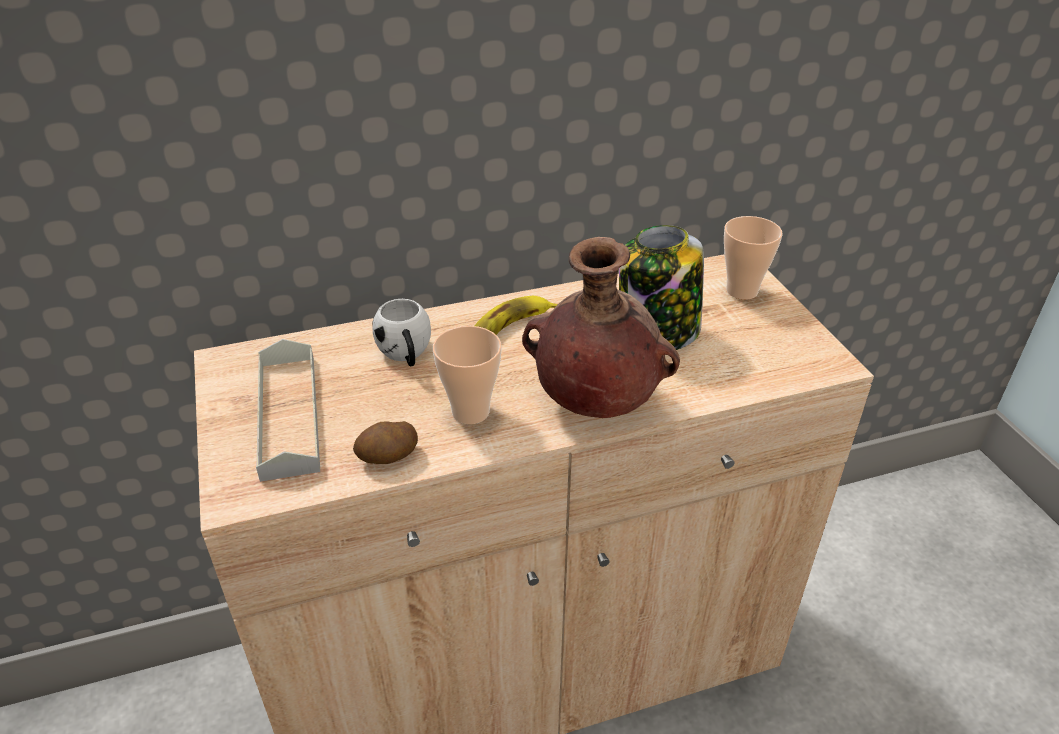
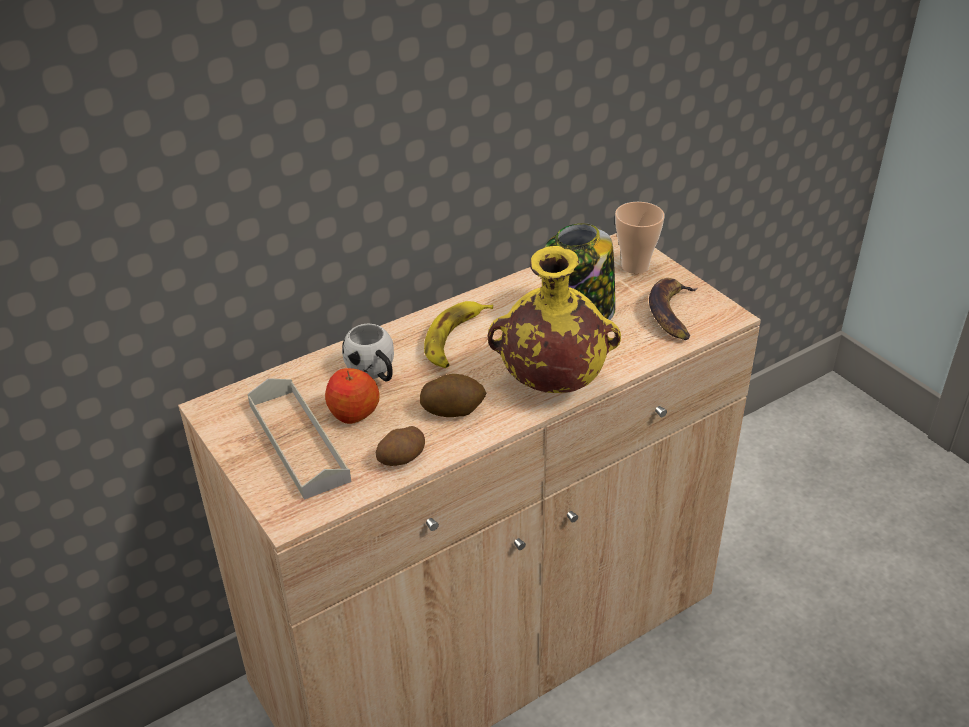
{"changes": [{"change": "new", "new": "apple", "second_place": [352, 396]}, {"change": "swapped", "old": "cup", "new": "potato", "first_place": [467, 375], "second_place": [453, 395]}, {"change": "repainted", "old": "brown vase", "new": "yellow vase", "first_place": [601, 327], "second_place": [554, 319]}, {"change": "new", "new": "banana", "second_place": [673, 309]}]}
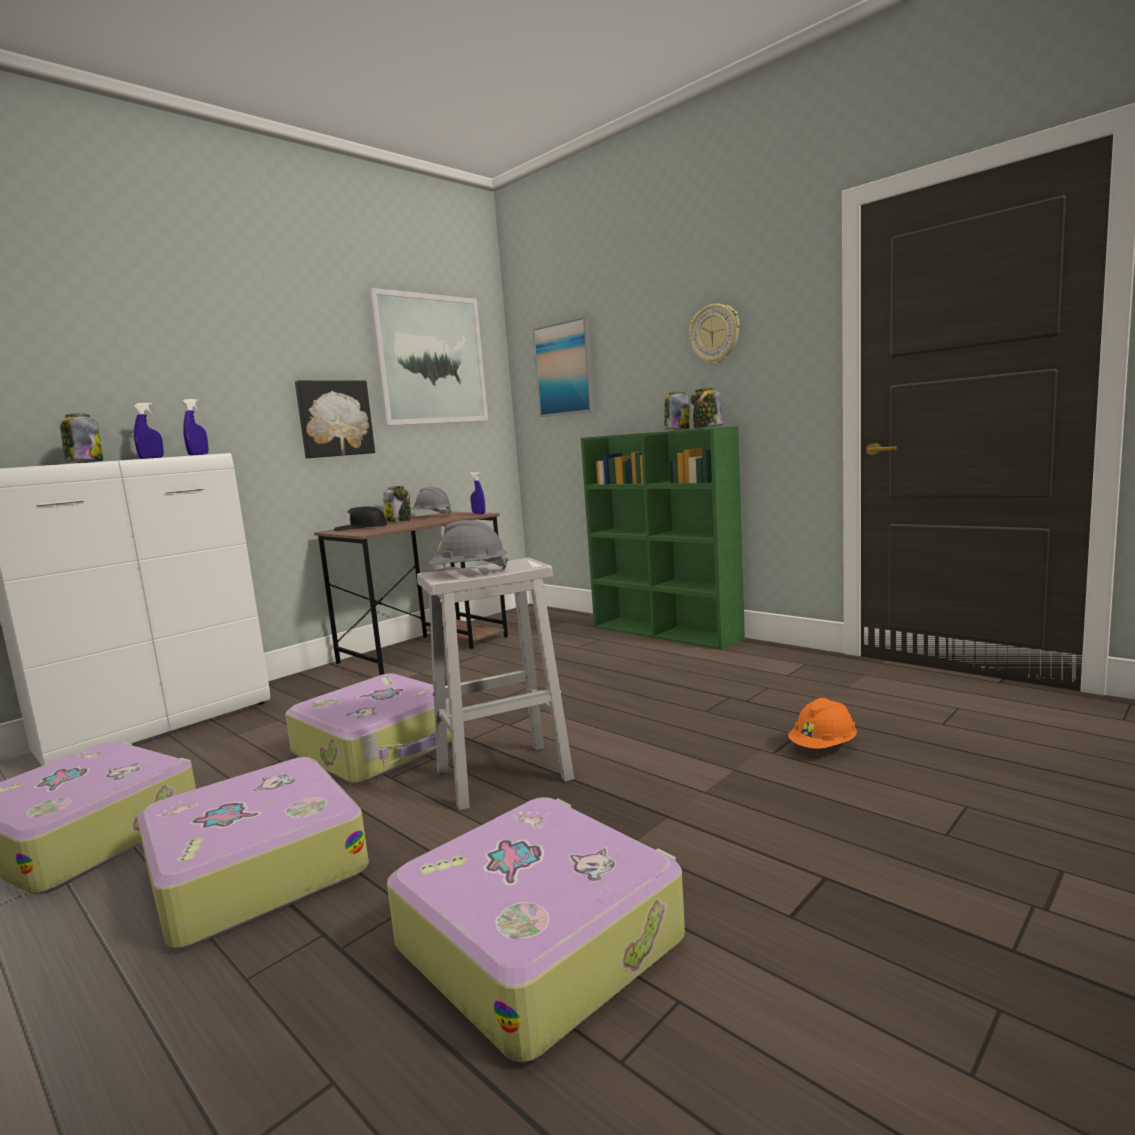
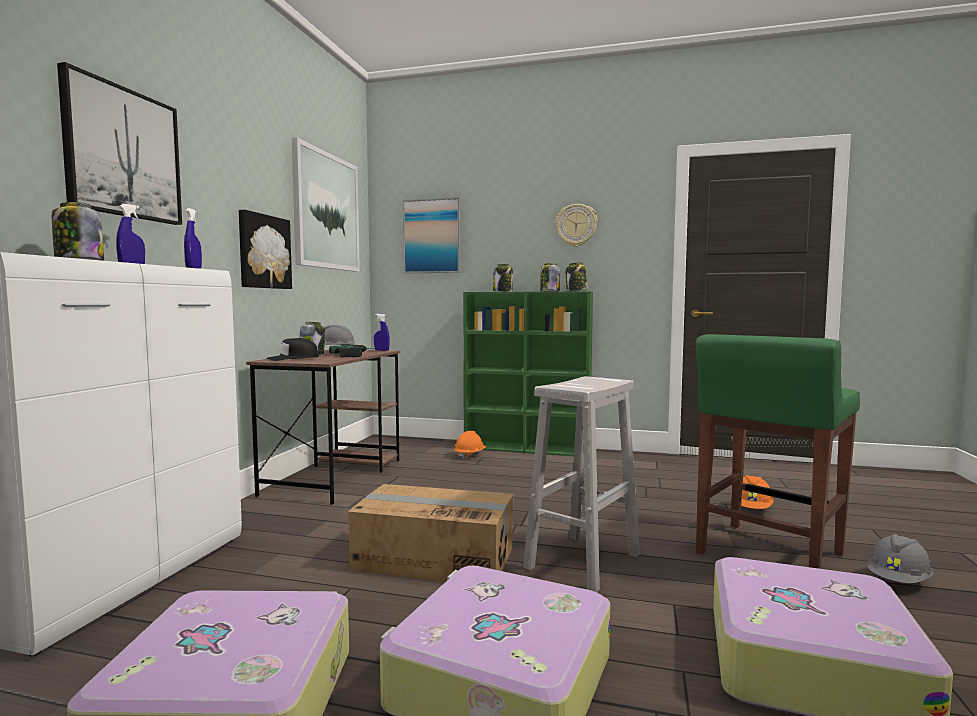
{"changes": [{"change": "new", "new": "picture", "second_place": [119, 143]}, {"change": "new", "new": "power drill", "second_place": [351, 351]}, {"change": "swapped", "old": "suitcase", "new": "cardboard box", "first_place": [368, 729], "second_place": [430, 533]}, {"change": "new", "new": "orange hard hat", "second_place": [470, 445]}, {"change": "new", "new": "jar", "second_place": [503, 278]}, {"change": "new", "new": "green stool", "second_place": [778, 451]}, {"change": "shifted", "old": "grey hard hat", "first_place": [468, 544], "second_place": [900, 559]}]}
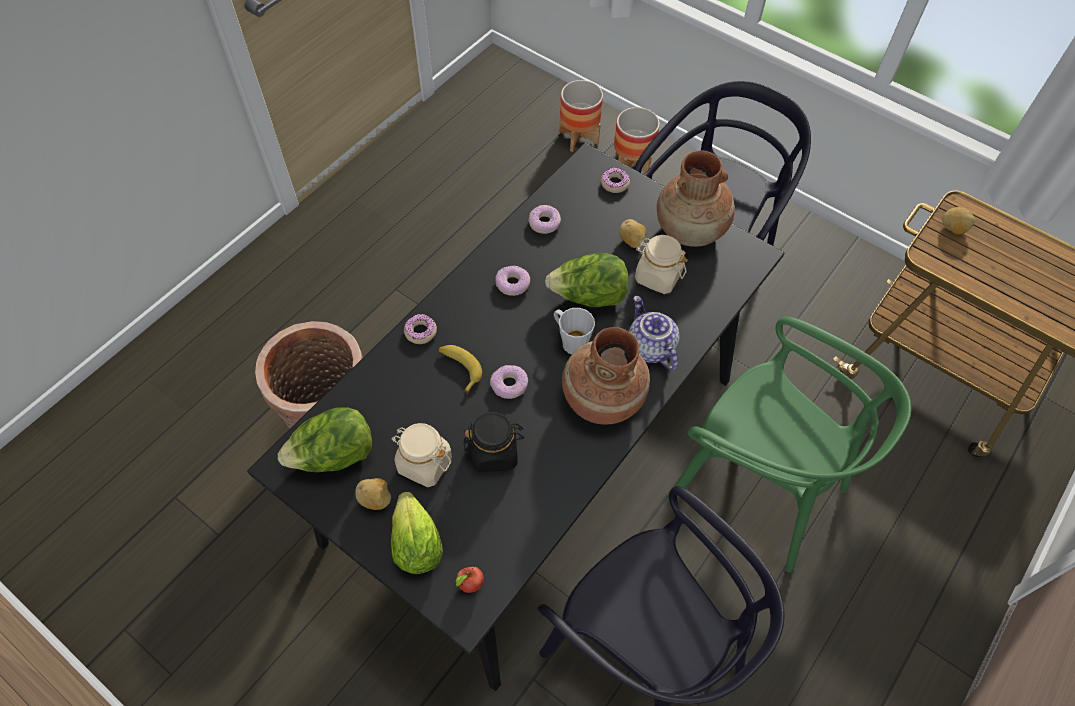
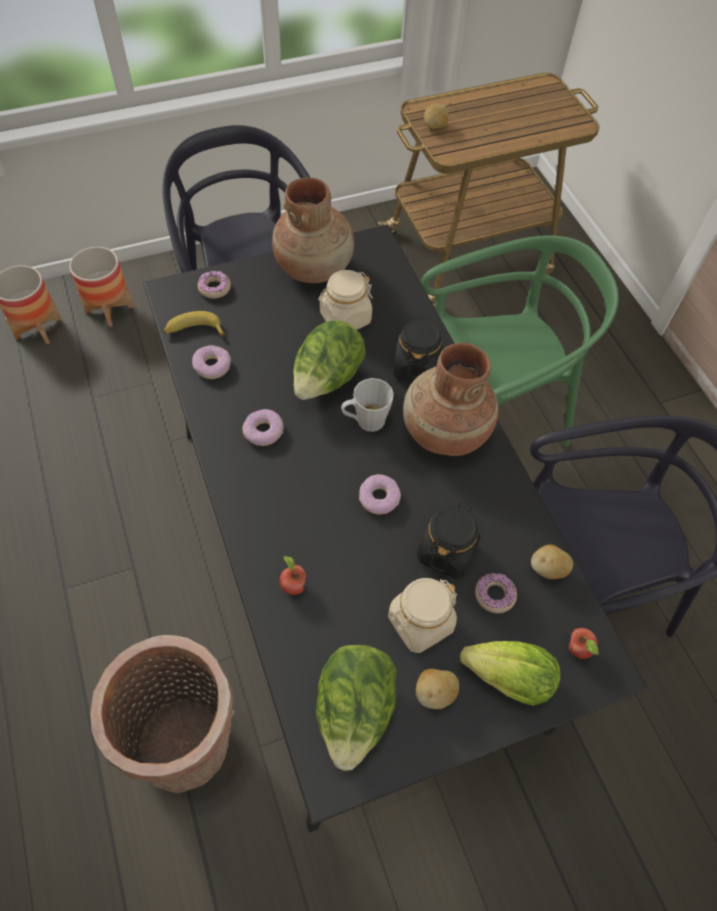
{"changes": [{"change": "shifted", "old": "banana", "first_place": [460, 369], "second_place": [194, 324]}, {"change": "new", "new": "apple", "second_place": [293, 575]}, {"change": "swapped", "old": "teapot", "new": "black jar", "first_place": [654, 333], "second_place": [417, 349]}, {"change": "shifted", "old": "donut", "first_place": [420, 329], "second_place": [496, 593]}, {"change": "shifted", "old": "potato", "first_place": [632, 233], "second_place": [552, 561]}]}
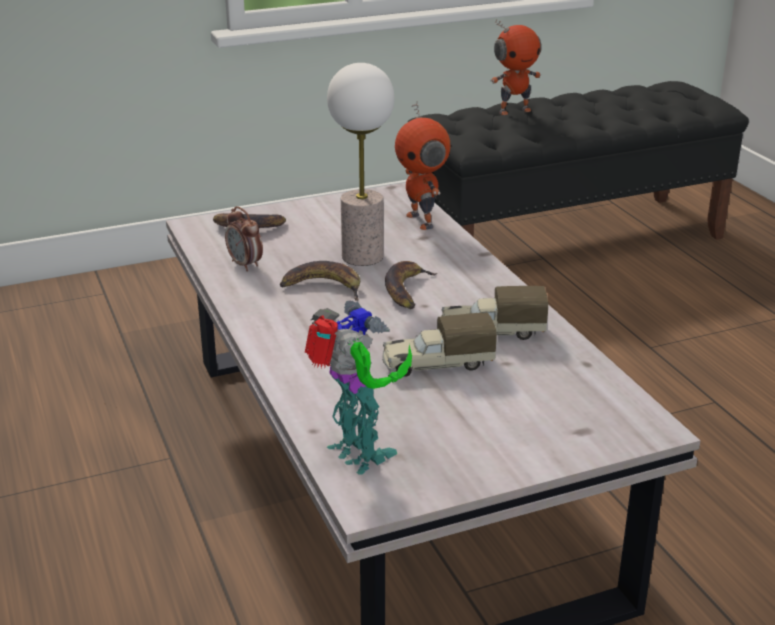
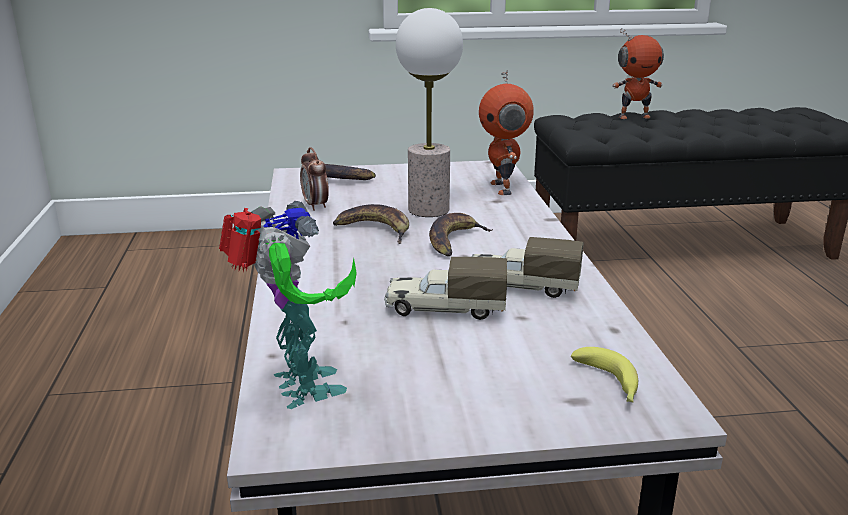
{"changes": [{"change": "new", "new": "banana", "second_place": [604, 375]}]}
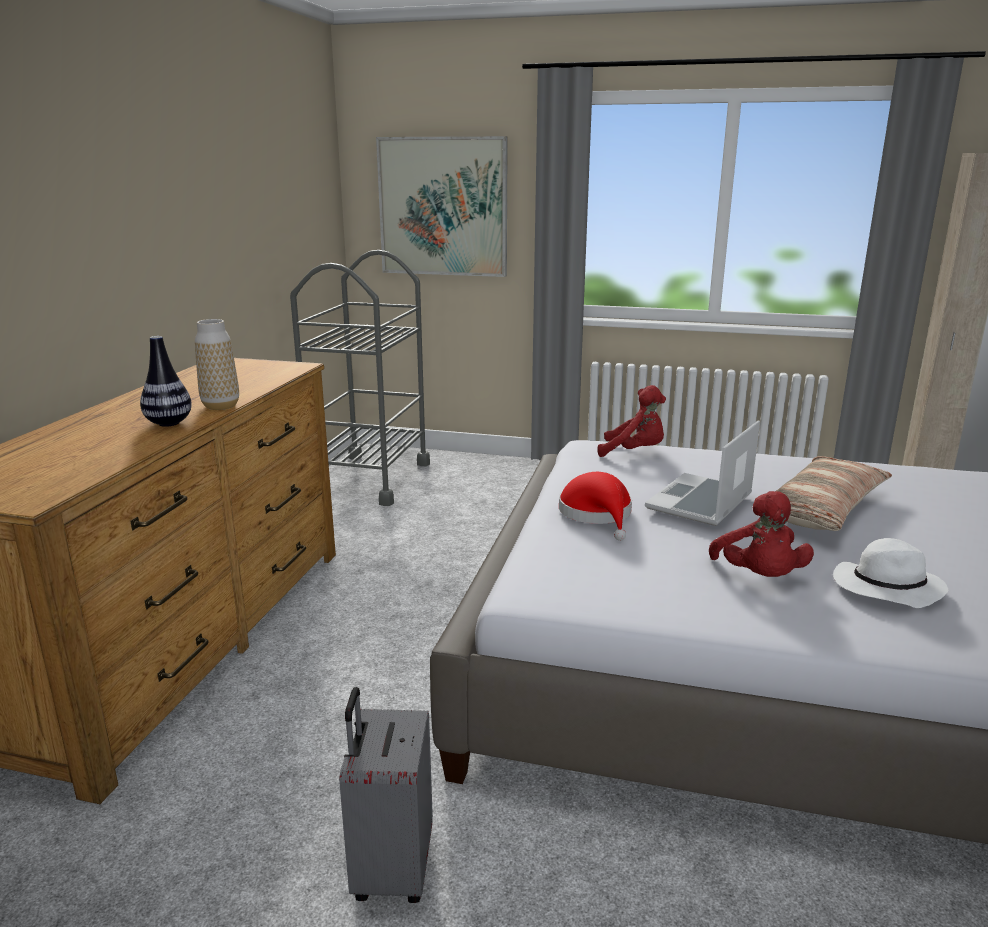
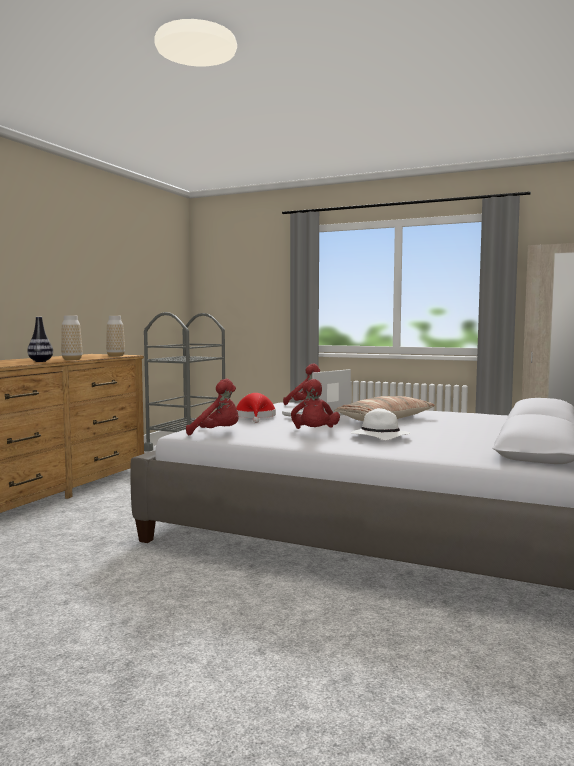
{"changes": [{"change": "new", "new": "vase", "second_place": [115, 336]}, {"change": "new", "new": "red plush toy", "second_place": [212, 407]}, {"change": "gone", "old": "grey suitcase", "first_place": [386, 795]}, {"change": "gone", "old": "picture", "first_place": [442, 206]}]}
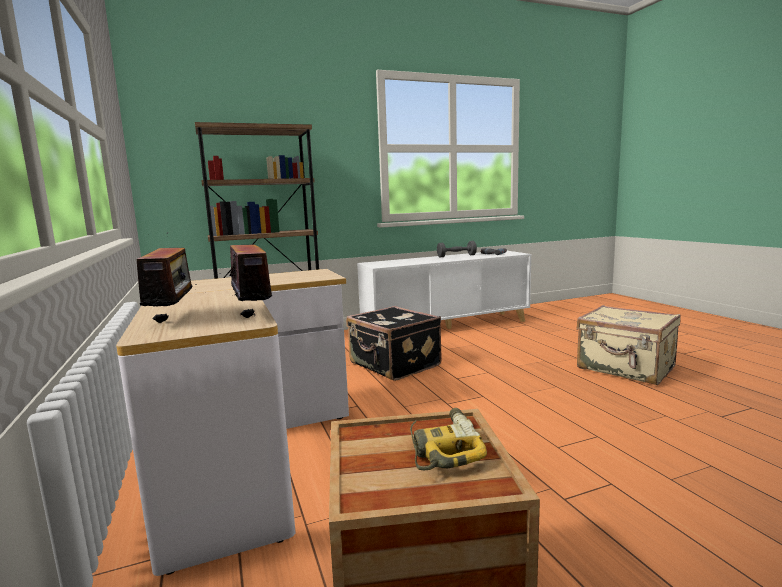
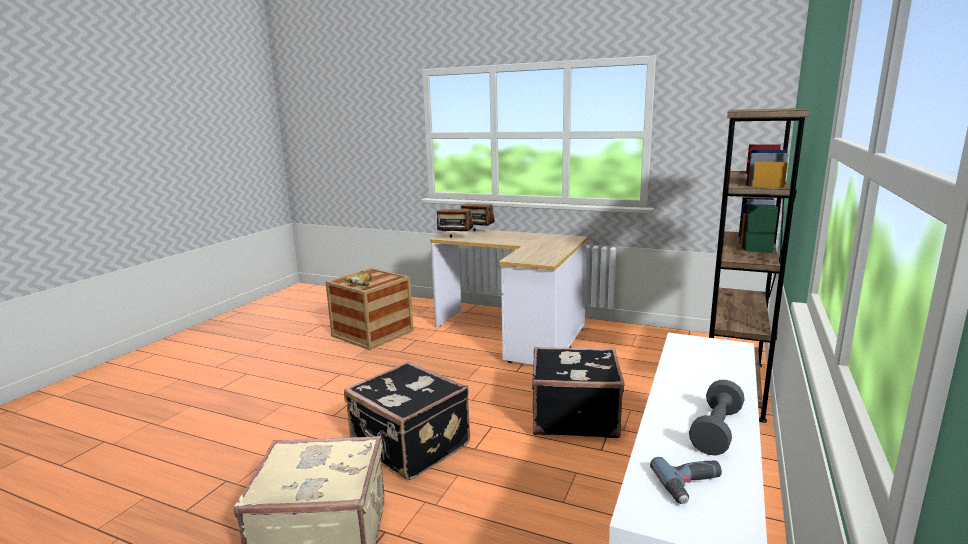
{"changes": [{"change": "new", "new": "black suitcase", "second_place": [407, 420]}]}
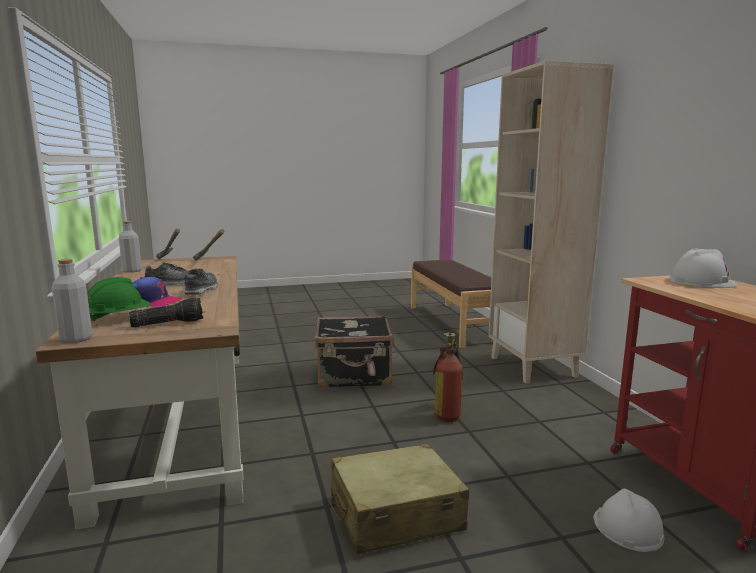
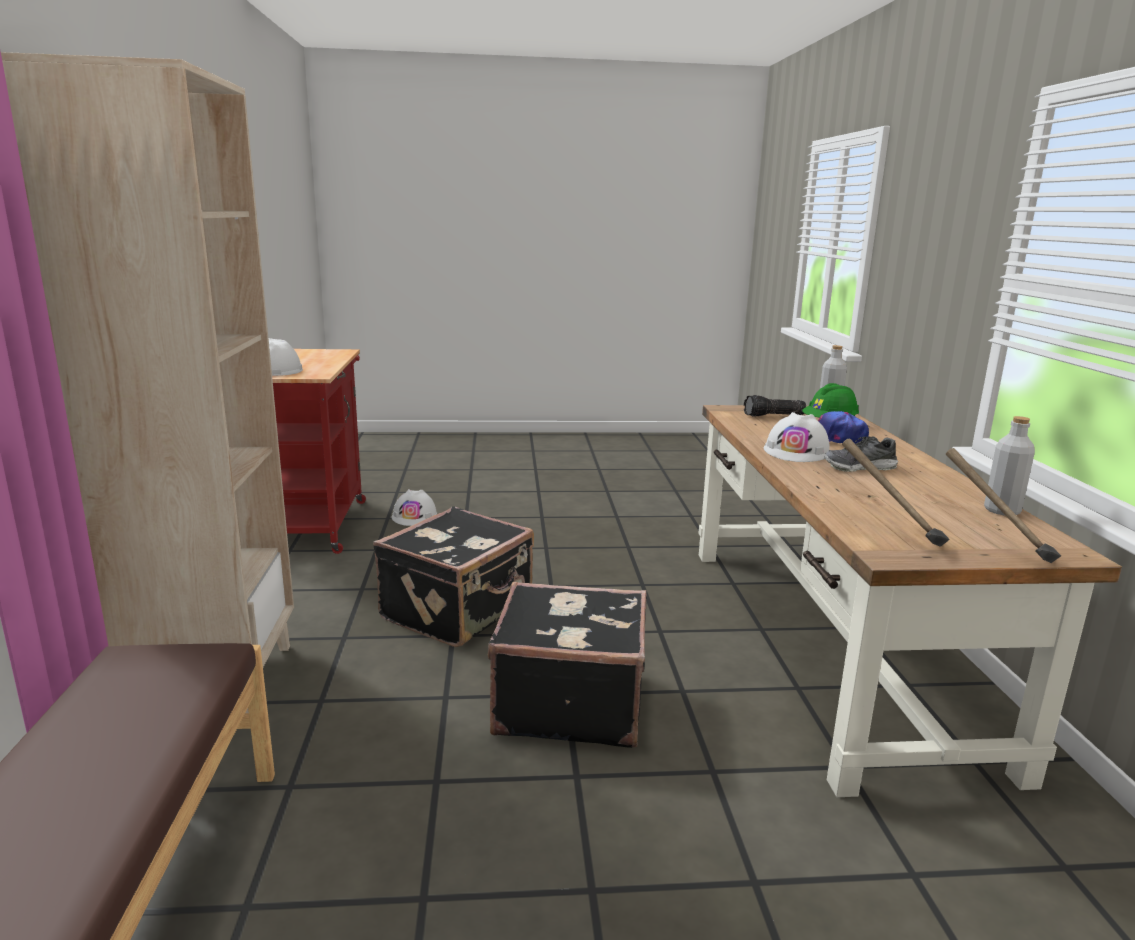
{"changes": [{"change": "swapped", "old": "fire extinguisher", "new": "black suitcase", "first_place": [448, 377], "second_place": [453, 576]}, {"change": "swapped", "old": "shoe", "new": "white hard hat", "first_place": [201, 282], "second_place": [797, 437]}, {"change": "gone", "old": "beige suitcase", "first_place": [399, 499]}]}
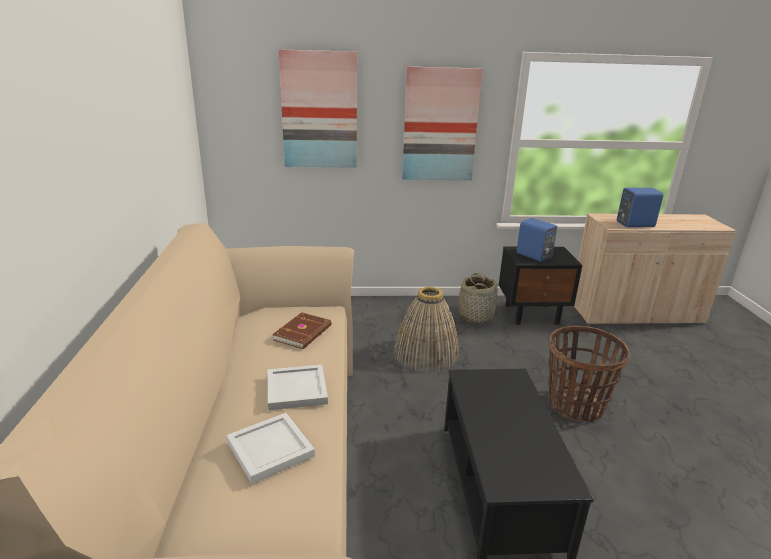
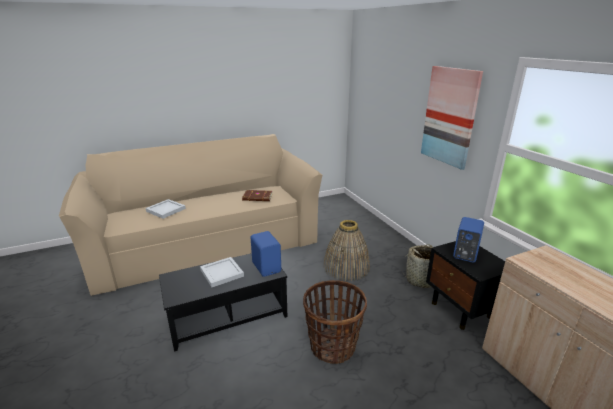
{"changes": [{"change": "shifted", "old": "white tray", "first_place": [298, 387], "second_place": [222, 272]}, {"change": "shifted", "old": "blue speaker", "first_place": [640, 207], "second_place": [266, 254]}, {"change": "gone", "old": "picture", "first_place": [318, 108]}]}
